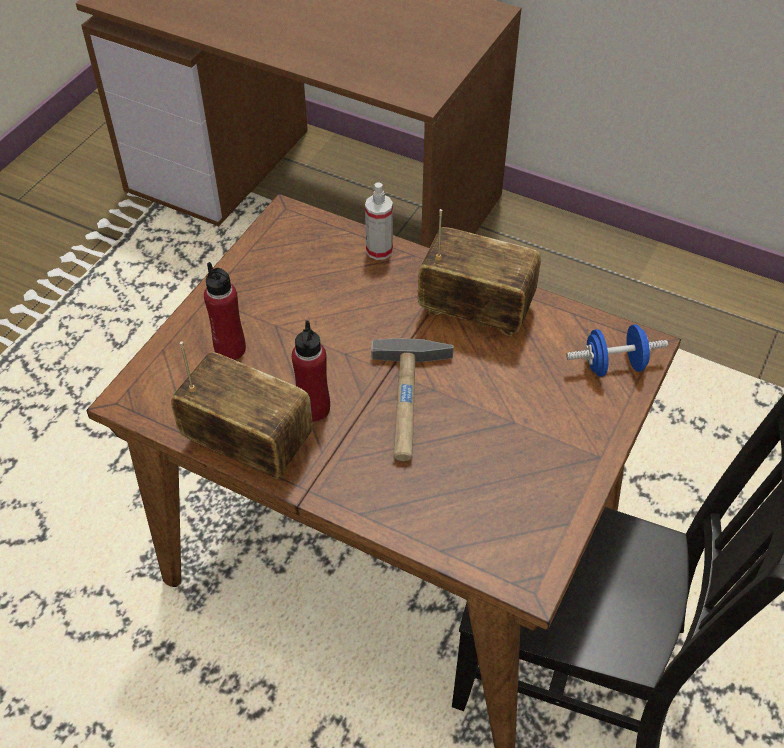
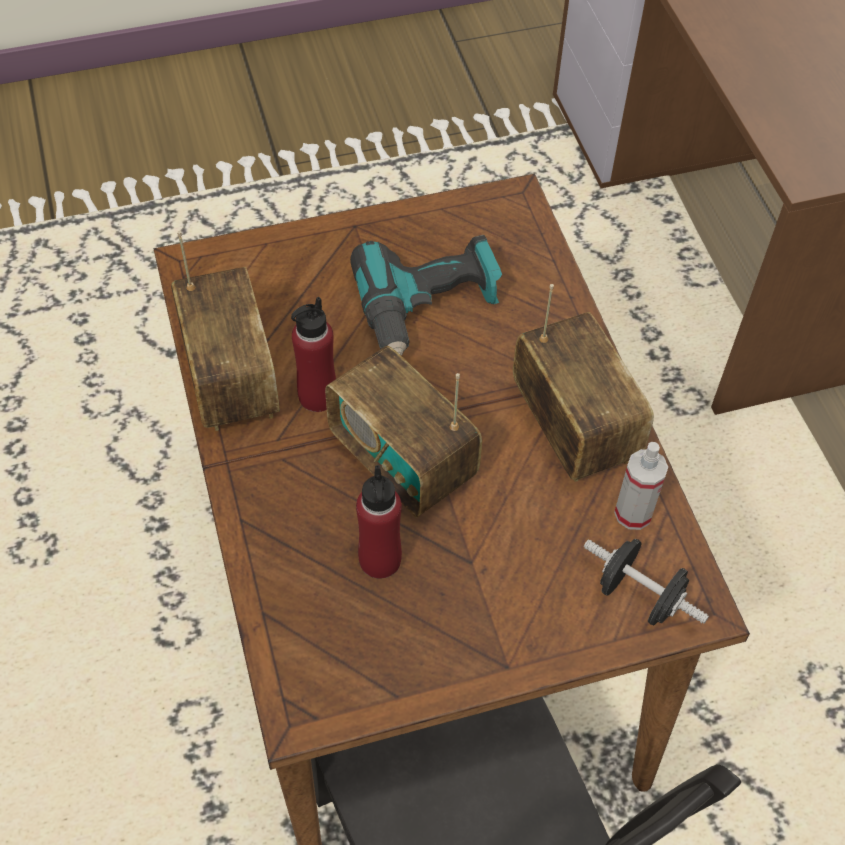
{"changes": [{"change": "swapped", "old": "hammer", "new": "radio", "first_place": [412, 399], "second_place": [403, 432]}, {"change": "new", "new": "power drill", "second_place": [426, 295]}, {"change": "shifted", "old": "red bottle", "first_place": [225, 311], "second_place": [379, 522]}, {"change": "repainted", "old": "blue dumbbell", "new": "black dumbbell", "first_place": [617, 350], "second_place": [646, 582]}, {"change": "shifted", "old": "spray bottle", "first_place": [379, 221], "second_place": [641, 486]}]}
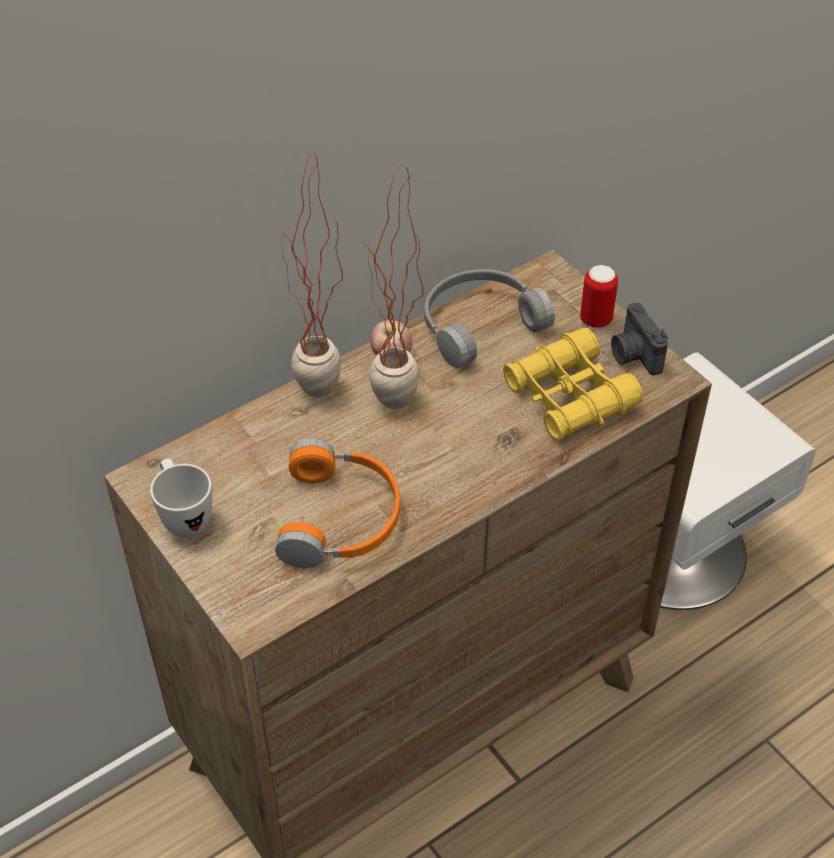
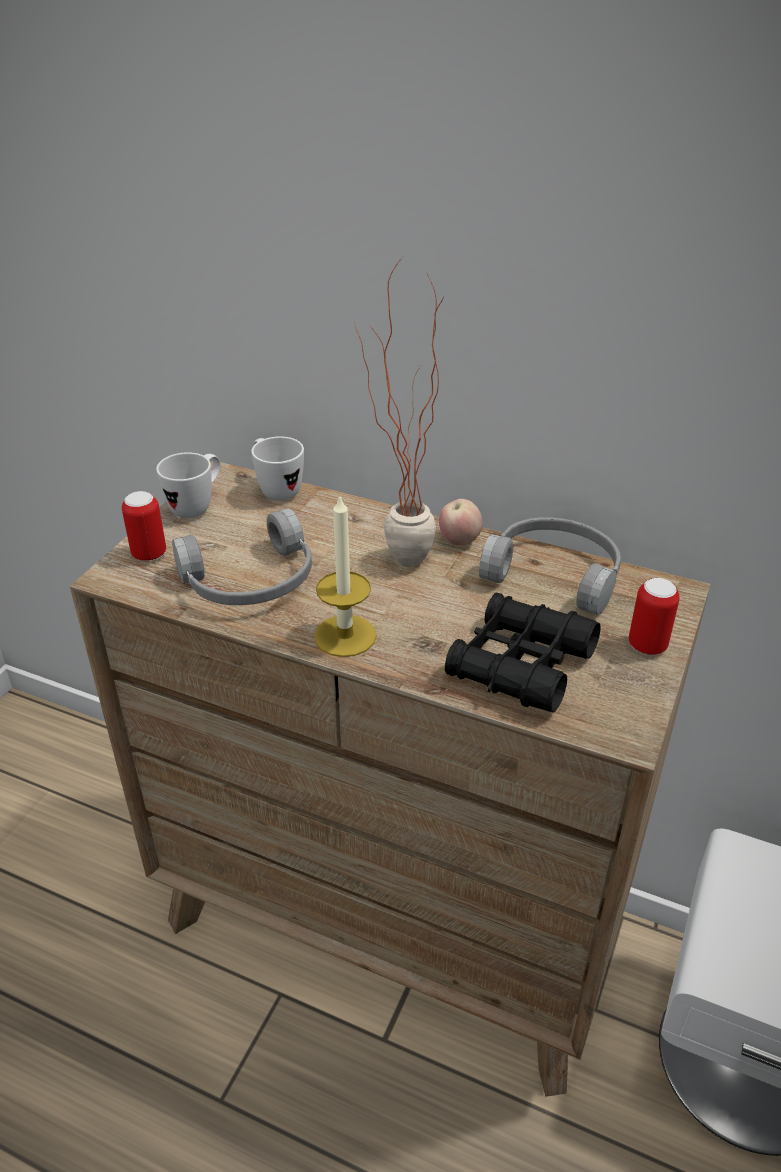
{"changes": [{"change": "new", "new": "can", "second_place": [144, 526]}, {"change": "repainted", "old": "orange headphones", "new": "grey headphones", "first_place": [337, 503], "second_place": [242, 556]}, {"change": "new", "new": "white mug", "second_place": [277, 468]}, {"change": "new", "new": "candle", "second_place": [345, 576]}, {"change": "repainted", "old": "yellow binoculars", "new": "black binoculars", "first_place": [573, 384], "second_place": [523, 652]}, {"change": "gone", "old": "potted plant", "first_place": [312, 275]}, {"change": "gone", "old": "photo camera", "first_place": [639, 338]}]}
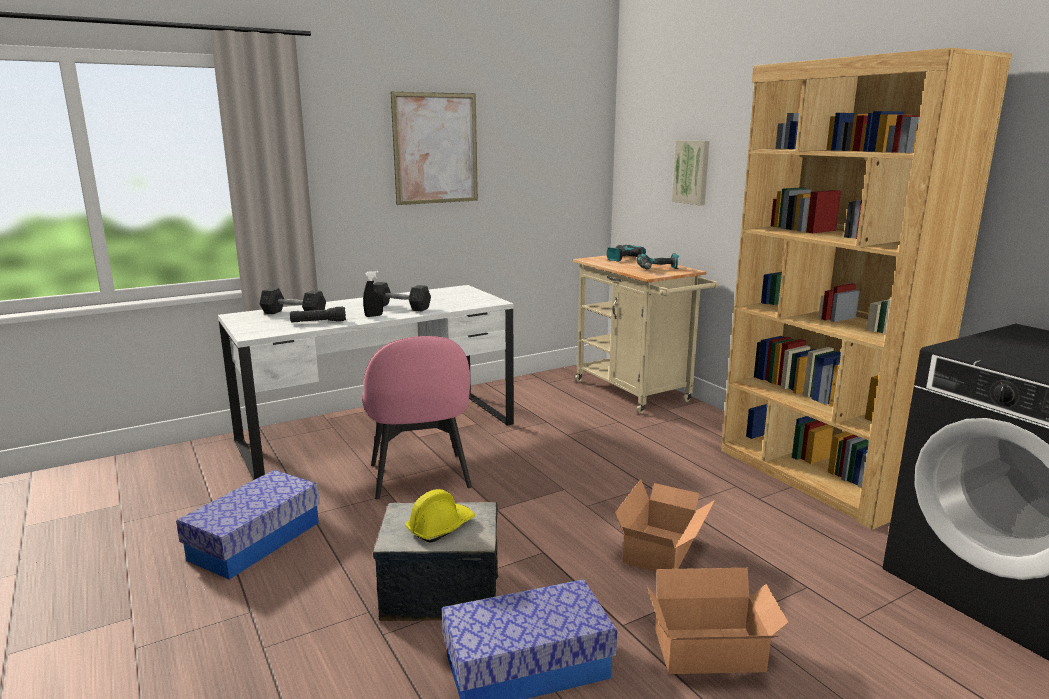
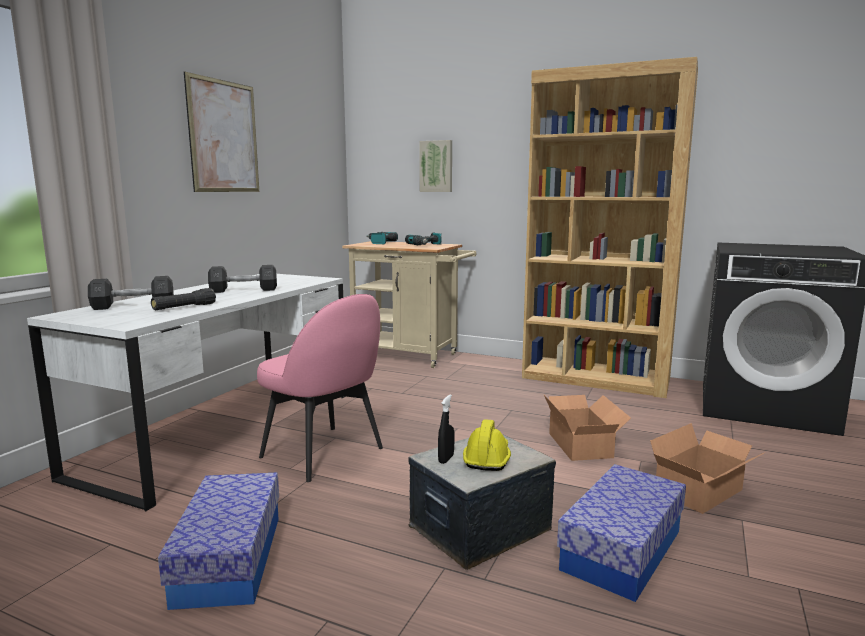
{"changes": [{"change": "shifted", "old": "black spray bottle", "first_place": [373, 294], "second_place": [446, 429]}]}
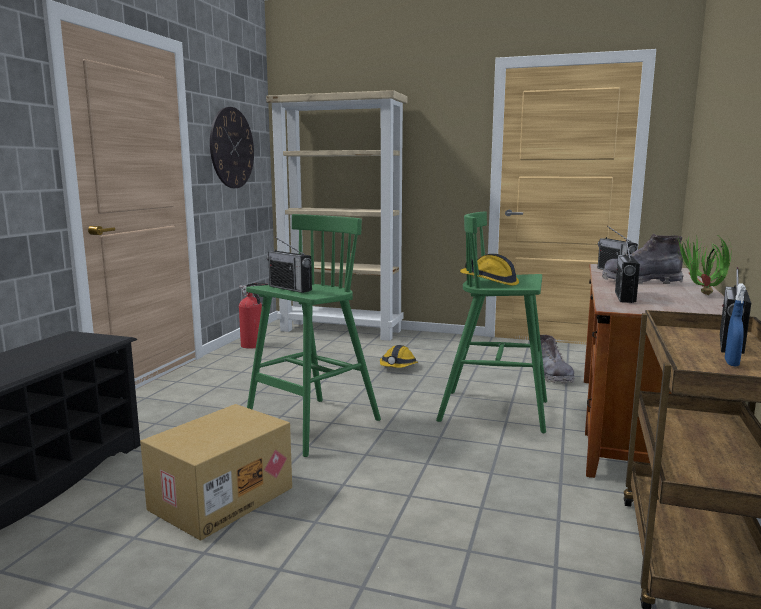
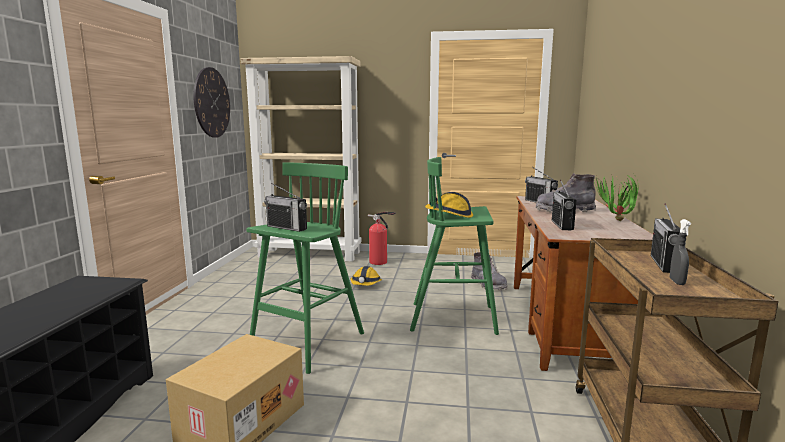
{"changes": [{"change": "shifted", "old": "fire extinguisher", "first_place": [253, 315], "second_place": [382, 238]}, {"change": "repainted", "old": "blue spray bottle", "new": "grey spray bottle", "first_place": [735, 325], "second_place": [680, 252]}]}
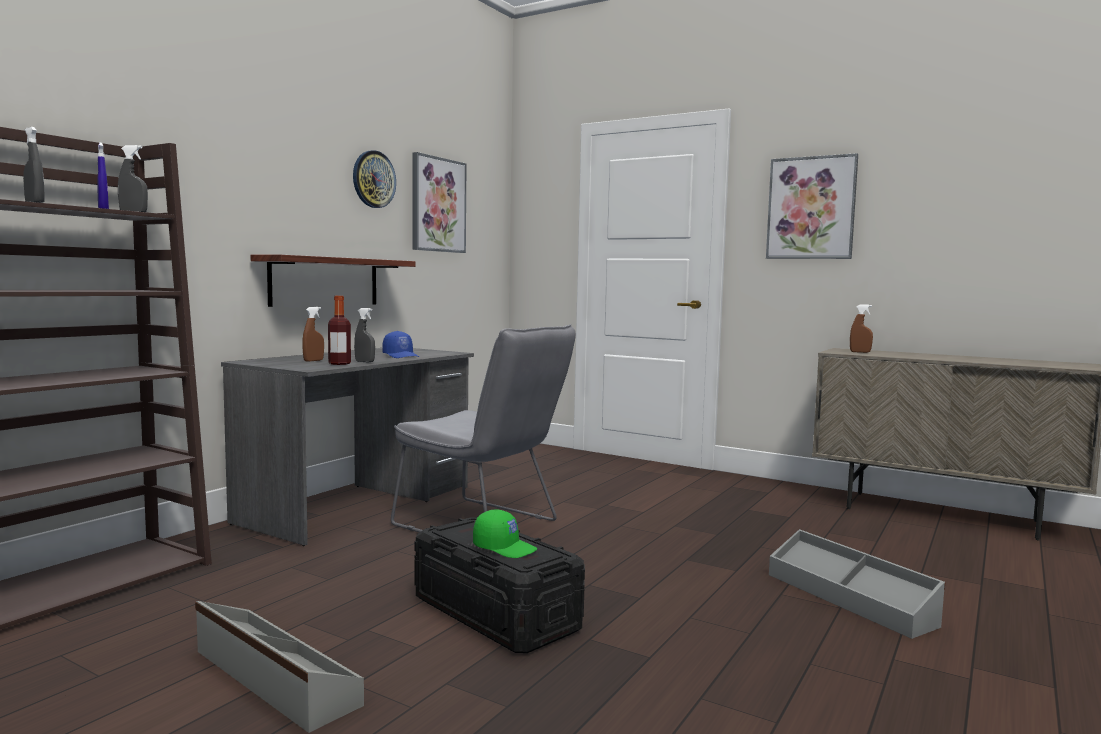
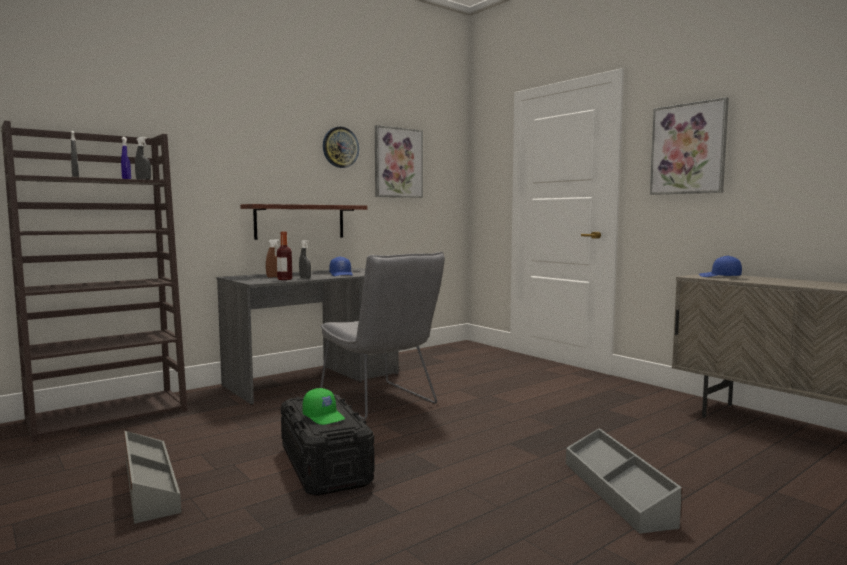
{"changes": [{"change": "swapped", "old": "brown spray bottle", "new": "blue cap", "first_place": [861, 329], "second_place": [720, 266]}]}
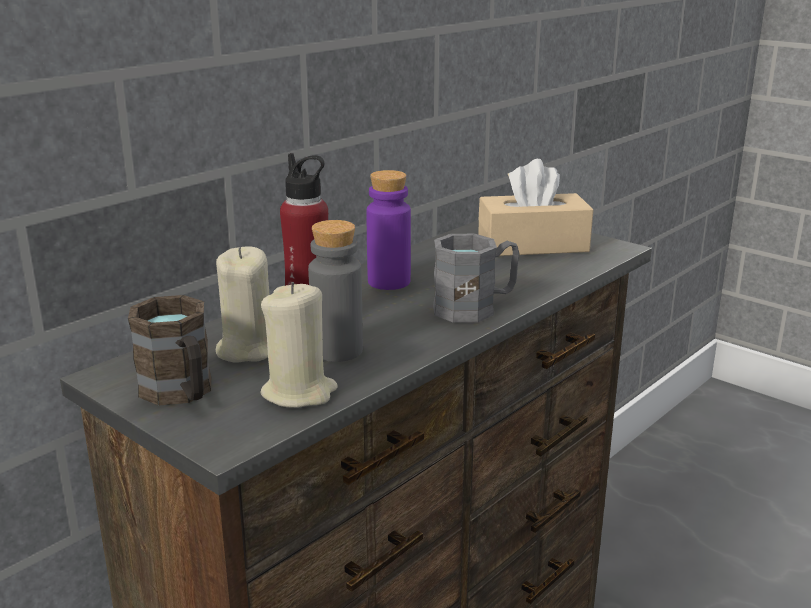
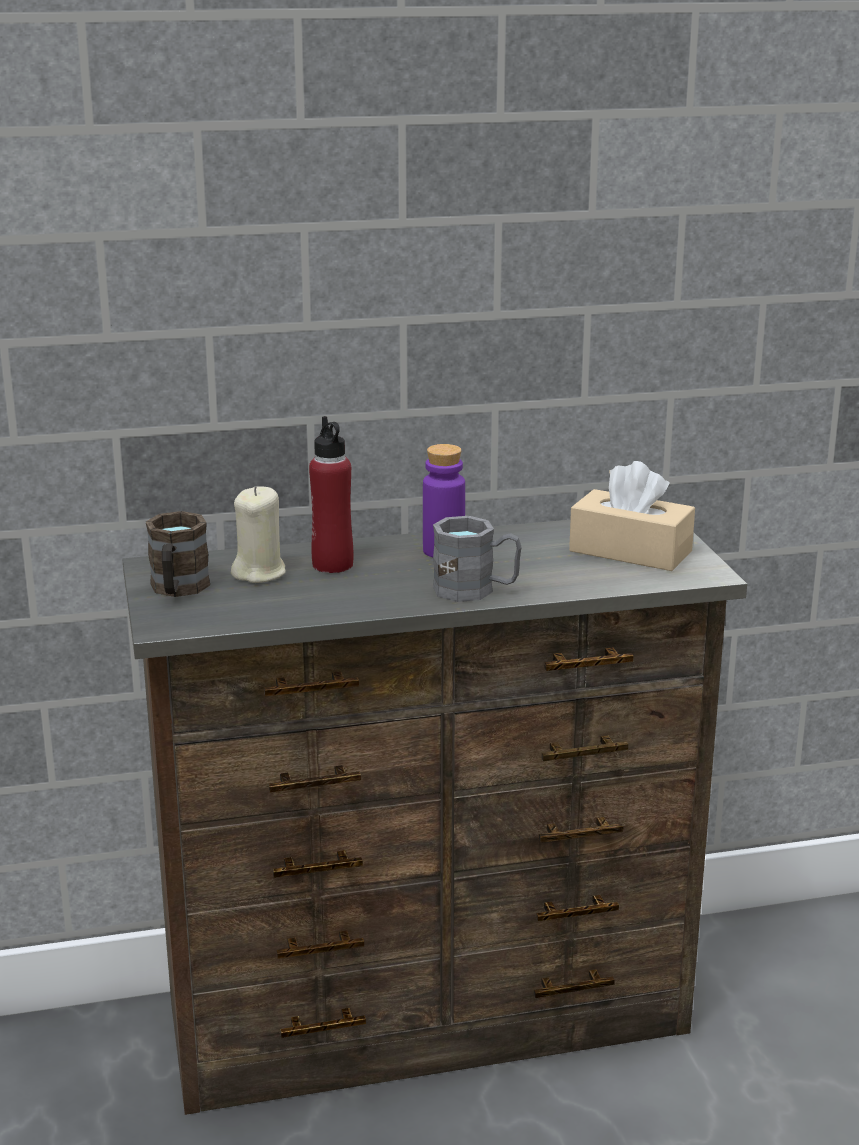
{"changes": [{"change": "gone", "old": "beige candle", "first_place": [298, 345]}, {"change": "gone", "old": "grey bottle", "first_place": [335, 291]}]}
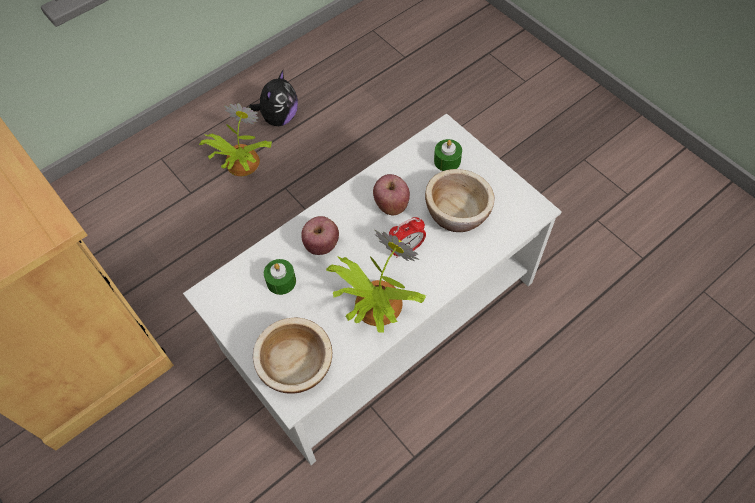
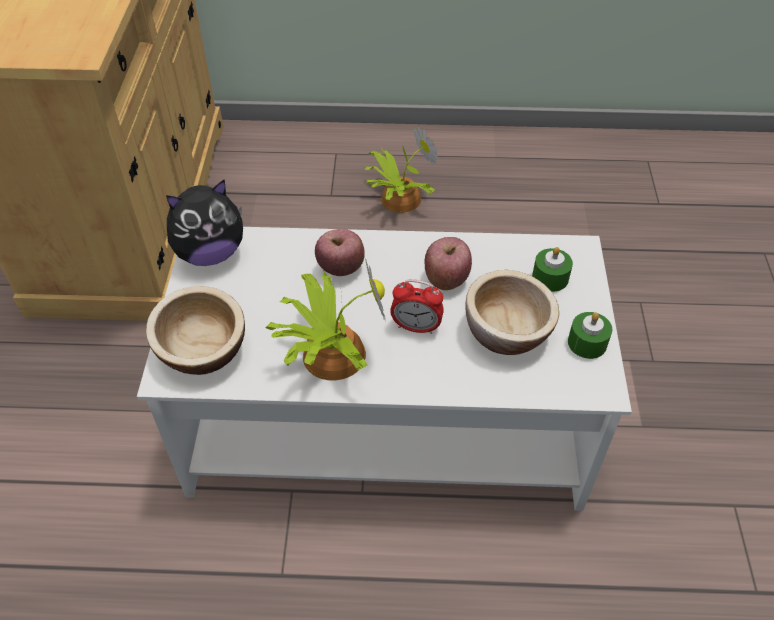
{"changes": [{"change": "shifted", "old": "plush toy", "first_place": [273, 98], "second_place": [204, 222]}, {"change": "shifted", "old": "green candle", "first_place": [280, 277], "second_place": [590, 335]}]}
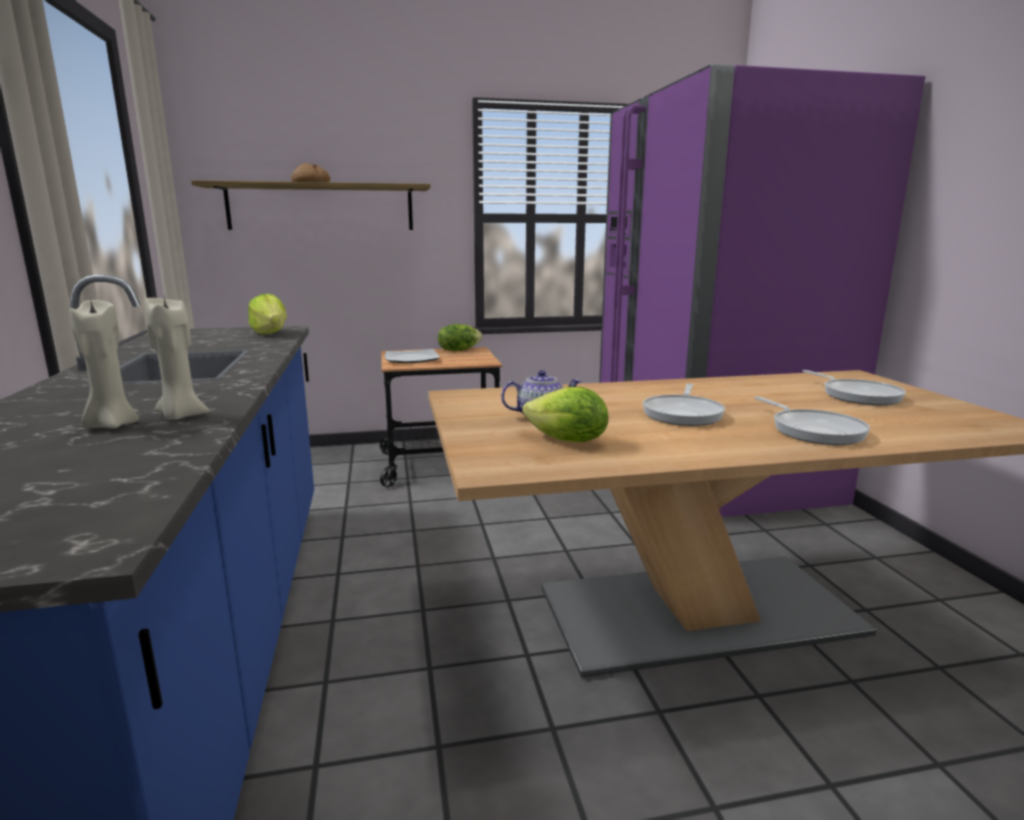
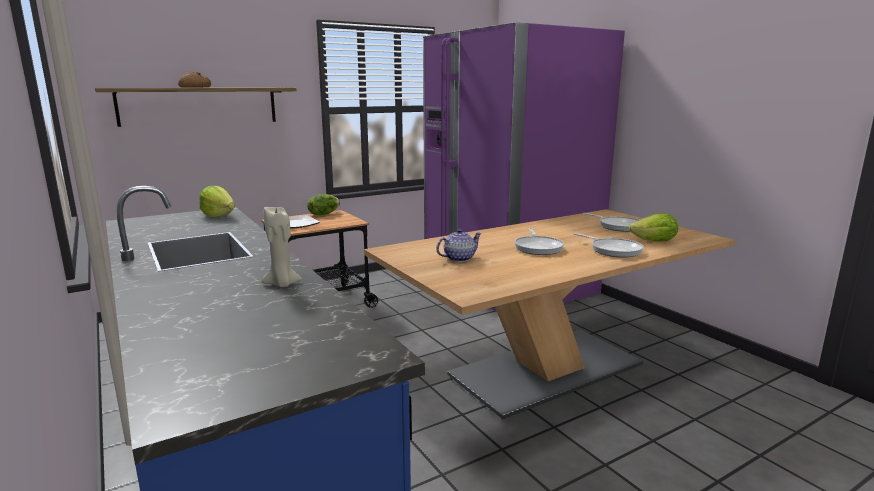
{"changes": [{"change": "shifted", "old": "lettuce", "first_place": [565, 414], "second_place": [653, 227]}, {"change": "gone", "old": "beige candle", "first_place": [104, 363]}]}
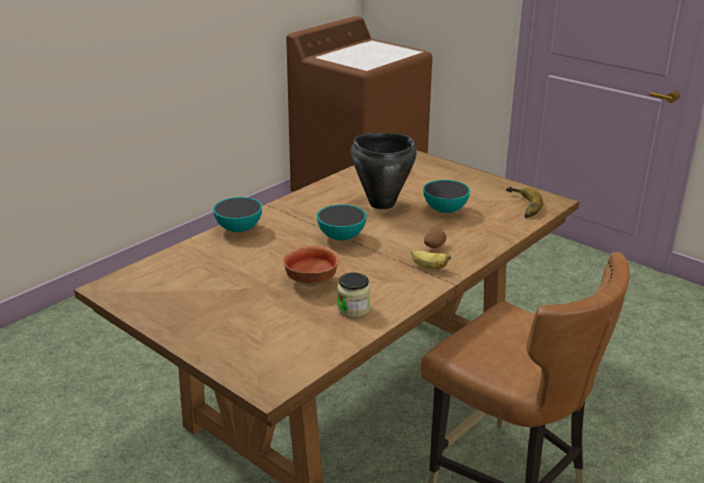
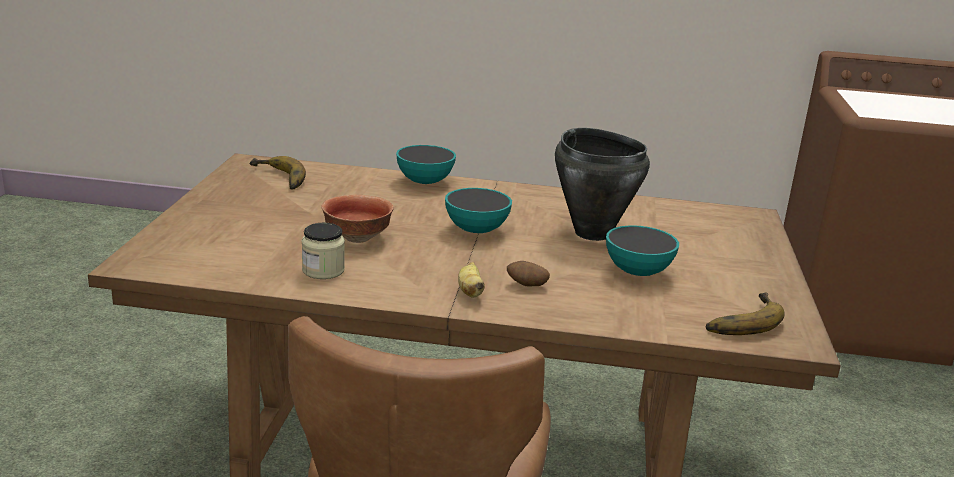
{"changes": [{"change": "new", "new": "banana", "second_place": [277, 172]}]}
